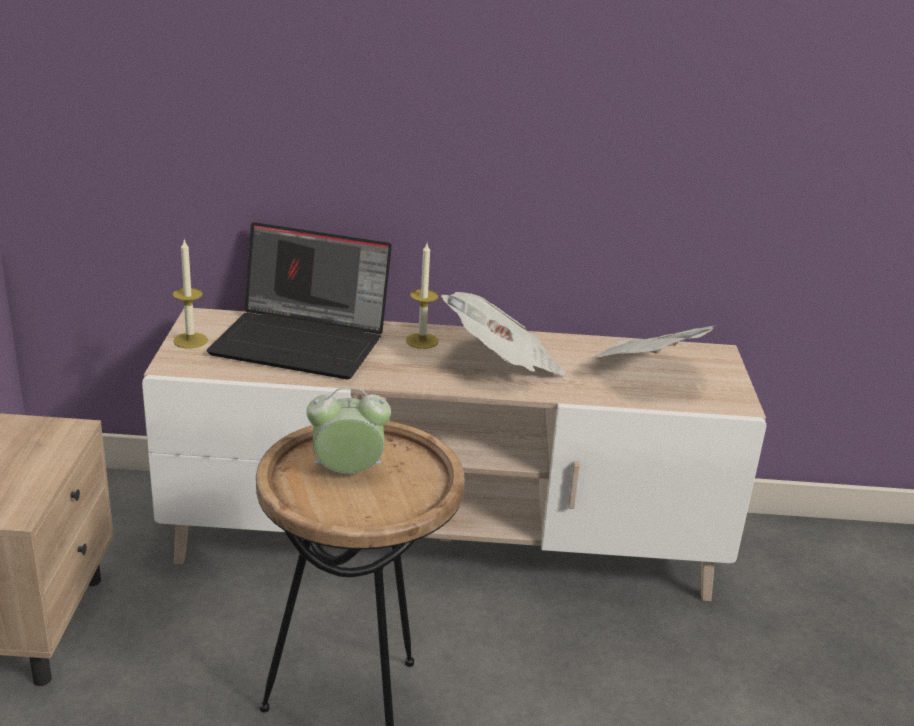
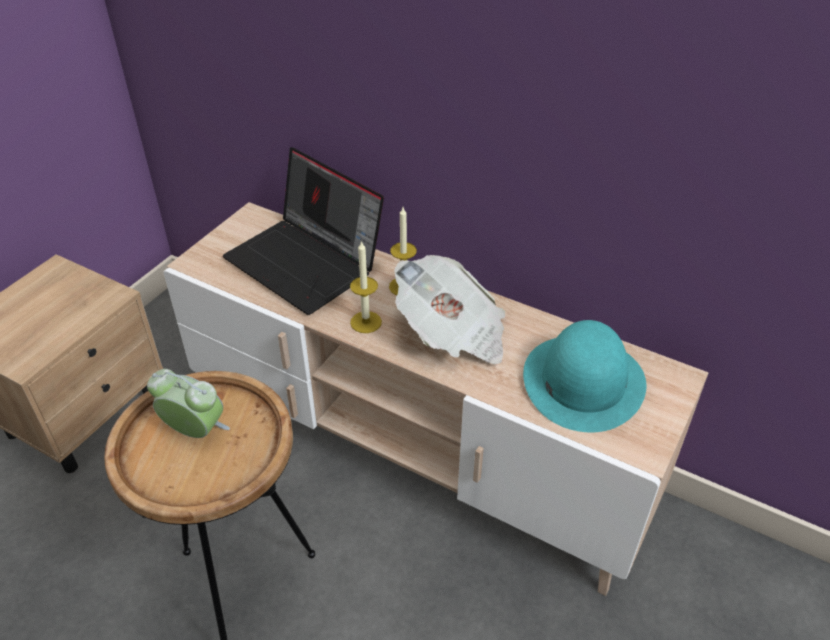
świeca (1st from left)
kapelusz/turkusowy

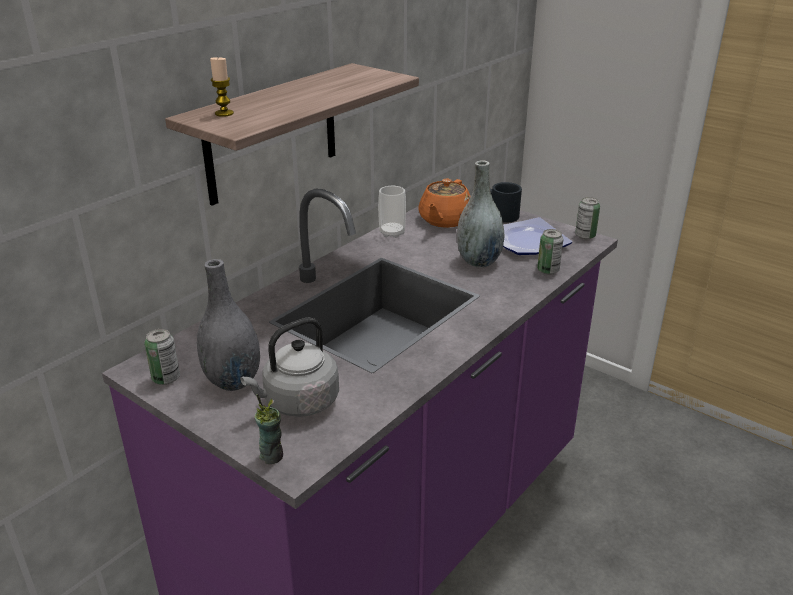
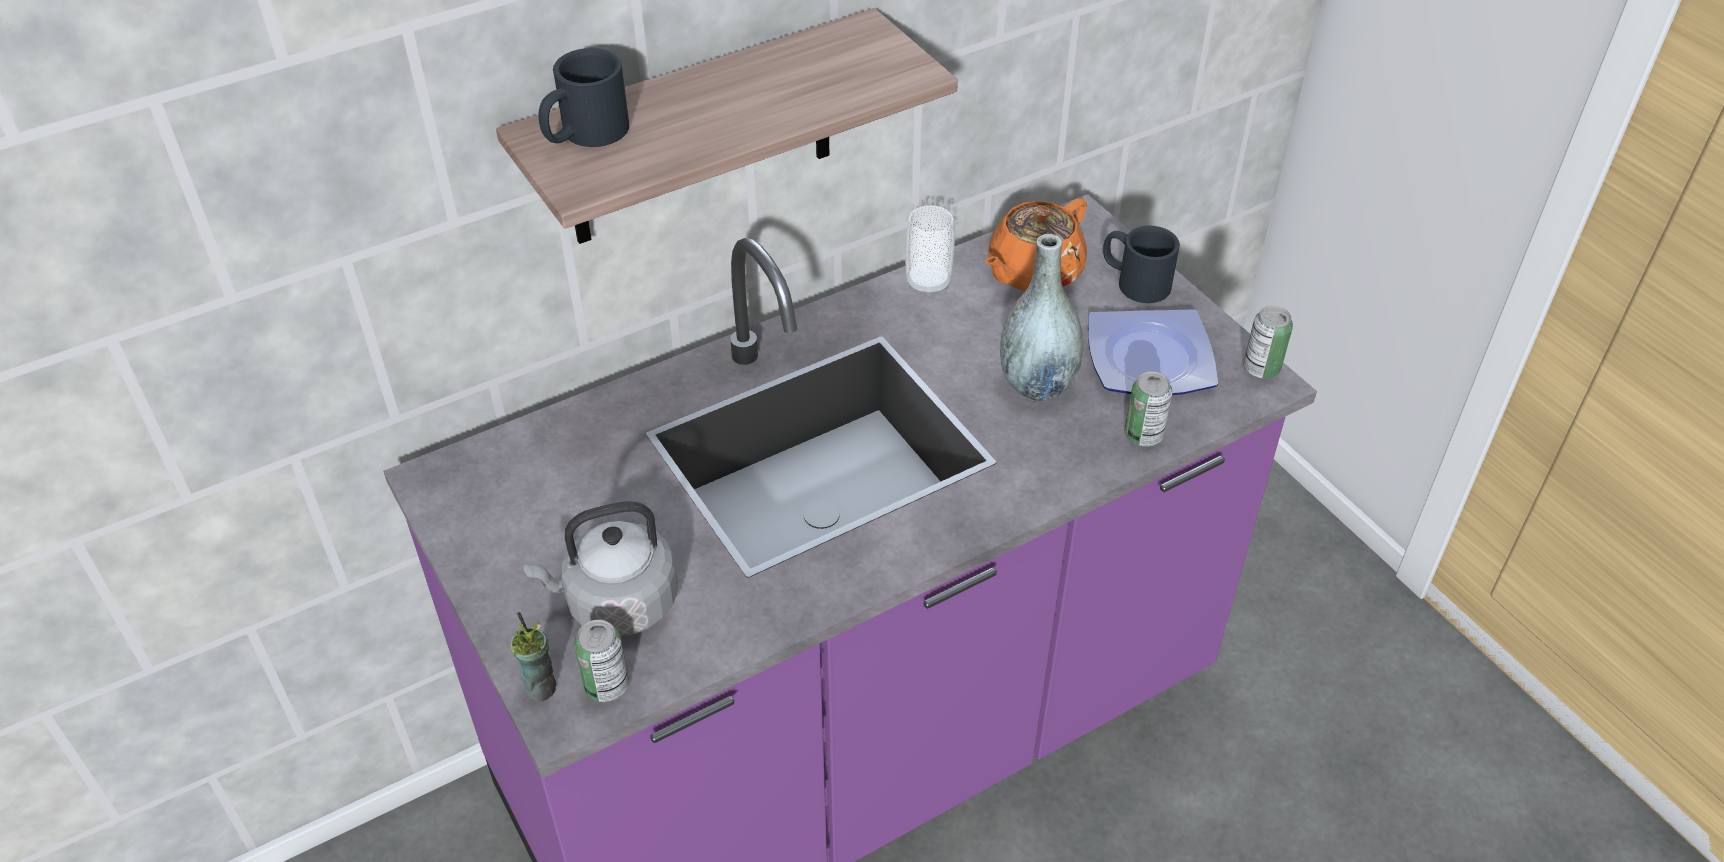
puszka (1st from left)
wazon/szary (1st from left in the first image)
kubek/czarny (1st from left)

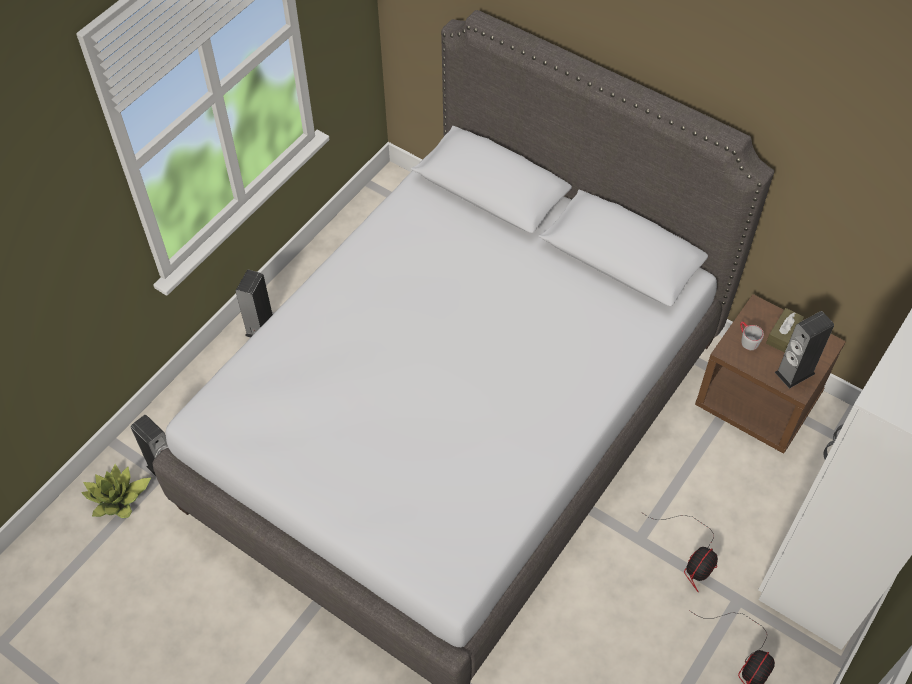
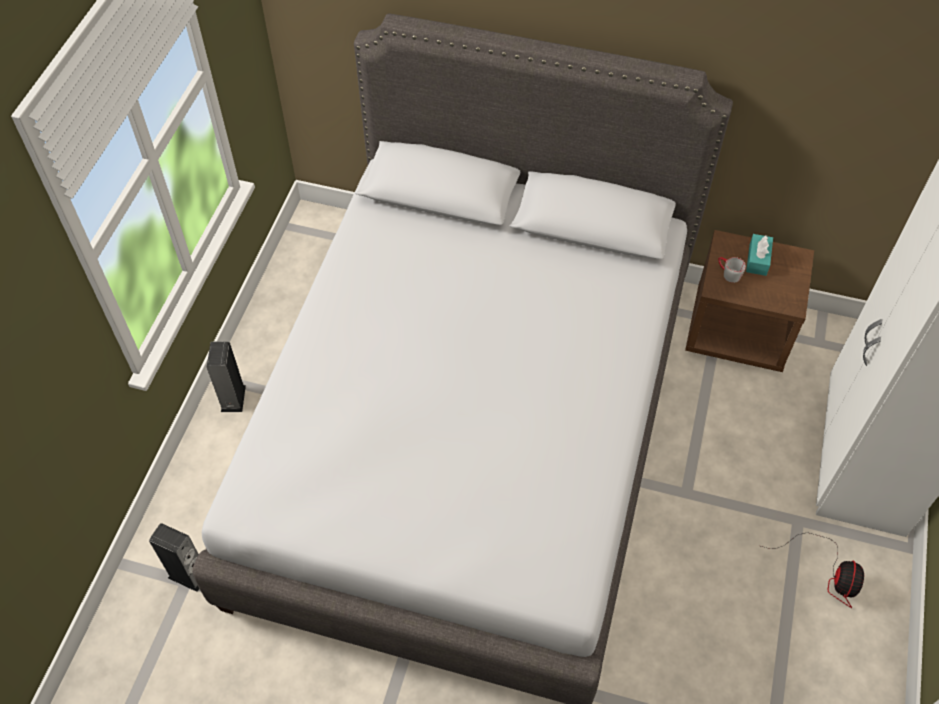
roślina doniczkowa
wentylator (1st from left in the first image)
pudełko chusteczek/turkusowy
głośnik (3rd from left in the first image)

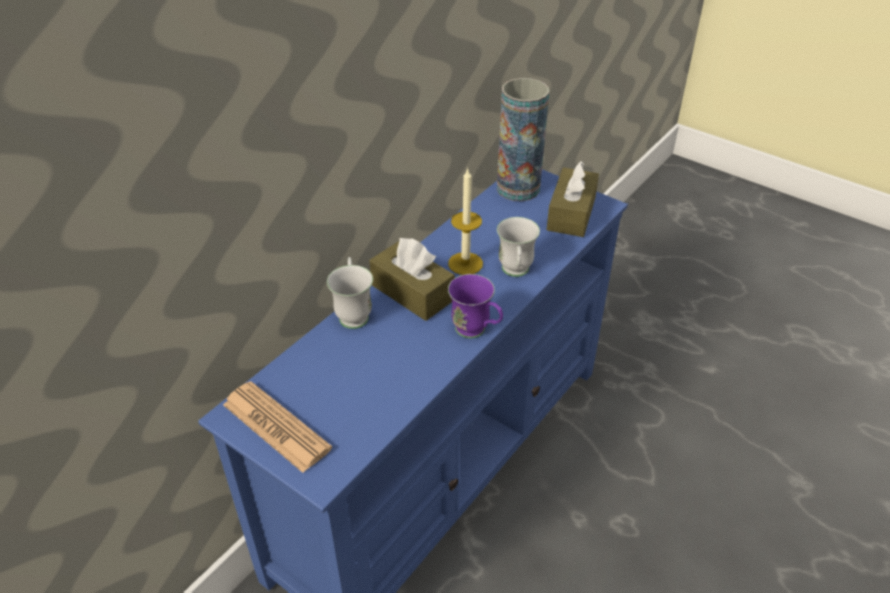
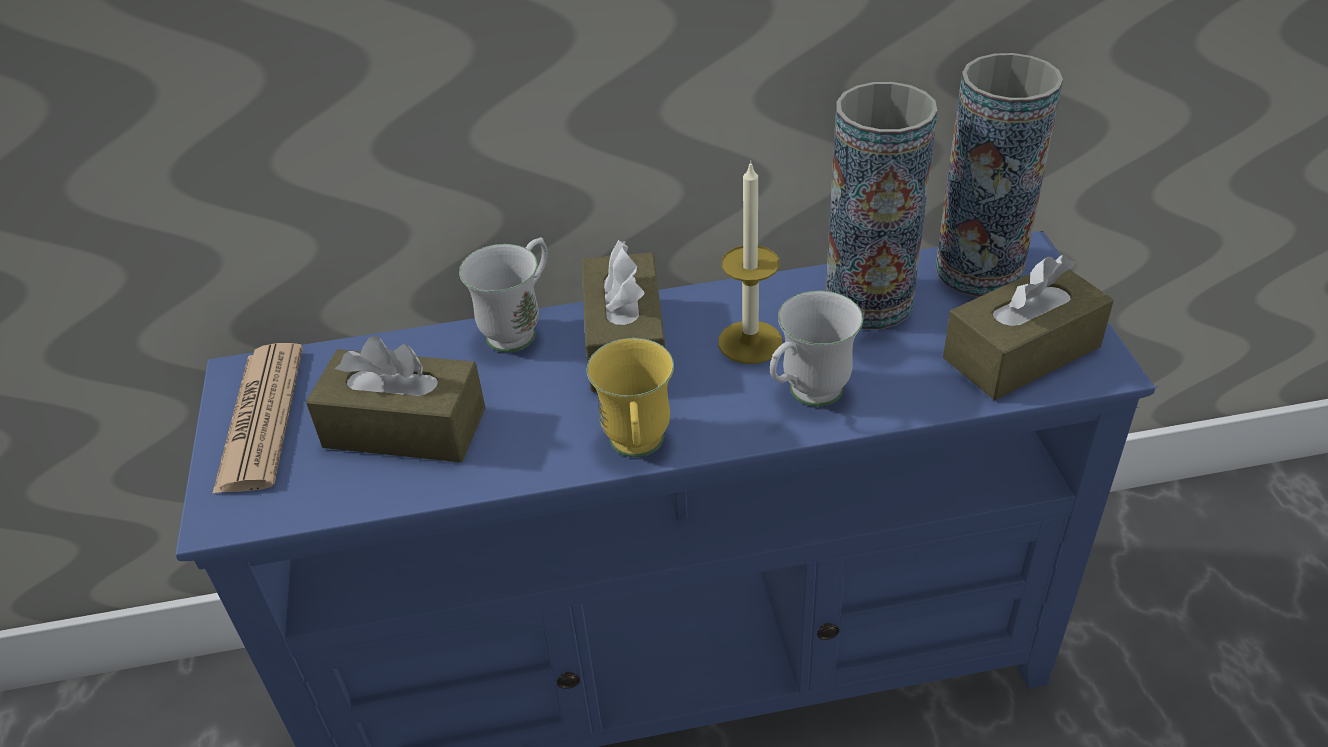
kubek/żółty
pudełko chusteczek/brązowy (1st from left)
wazon (1st from left)

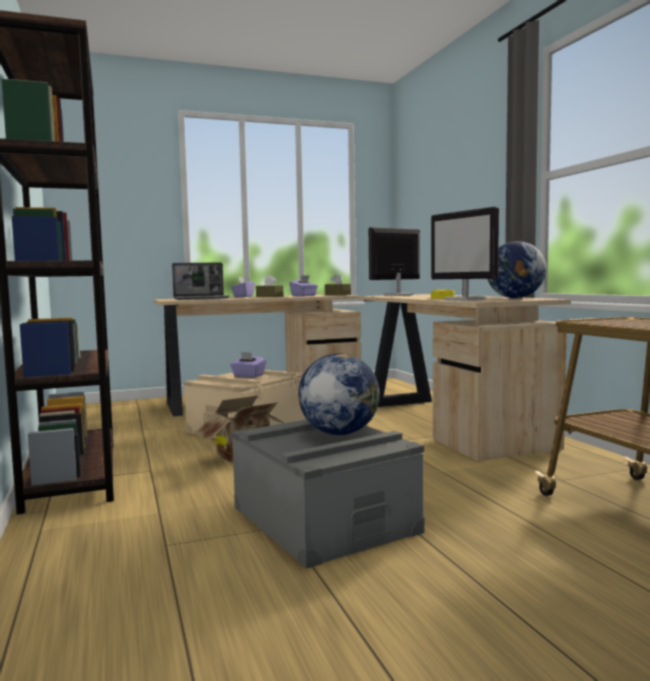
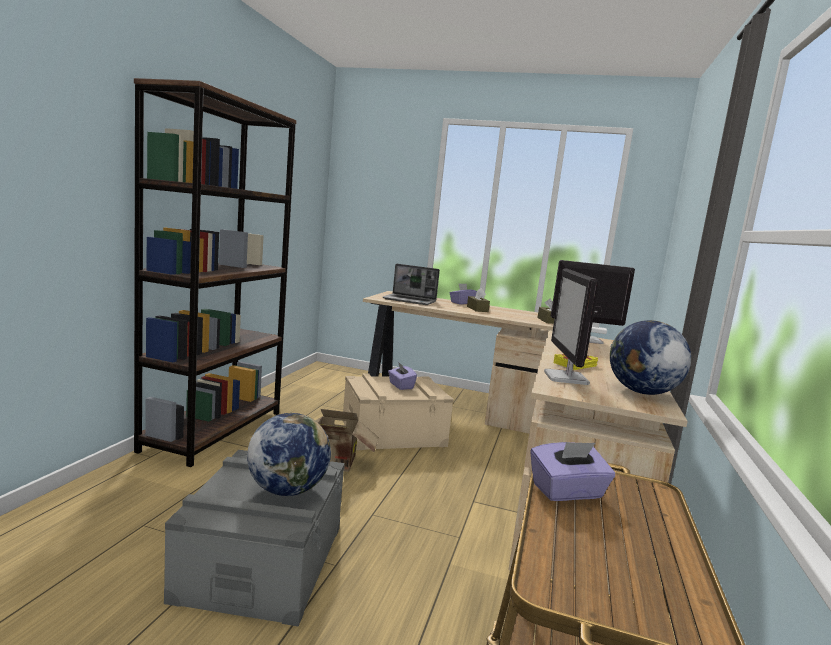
pudełko chusteczek/fioletowy (3rd from left)

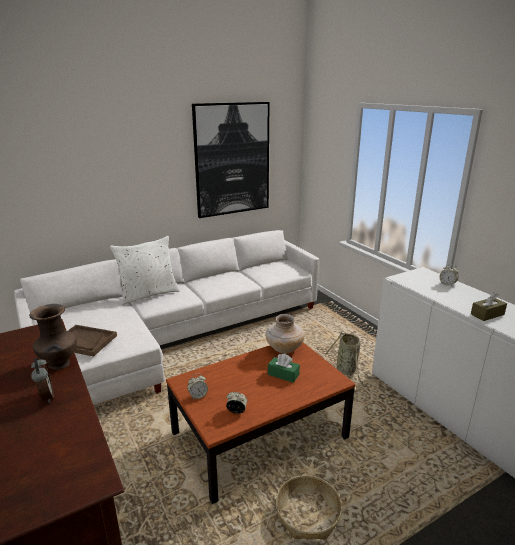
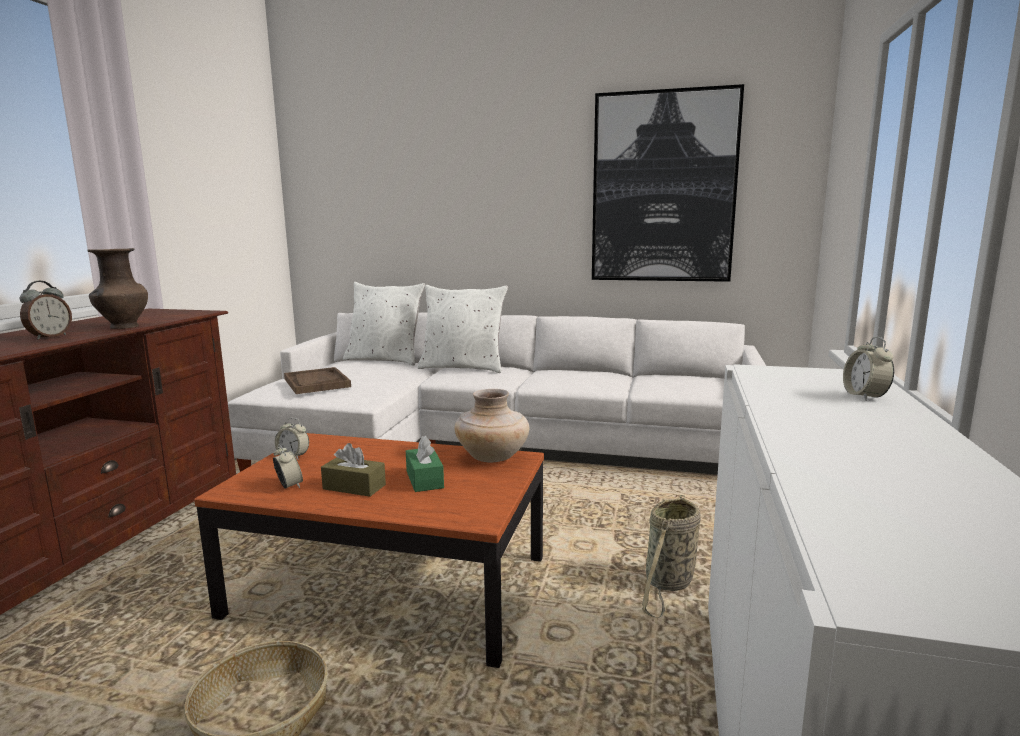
pudełko chusteczek/brązowy
poduszka/biały (1st from left)

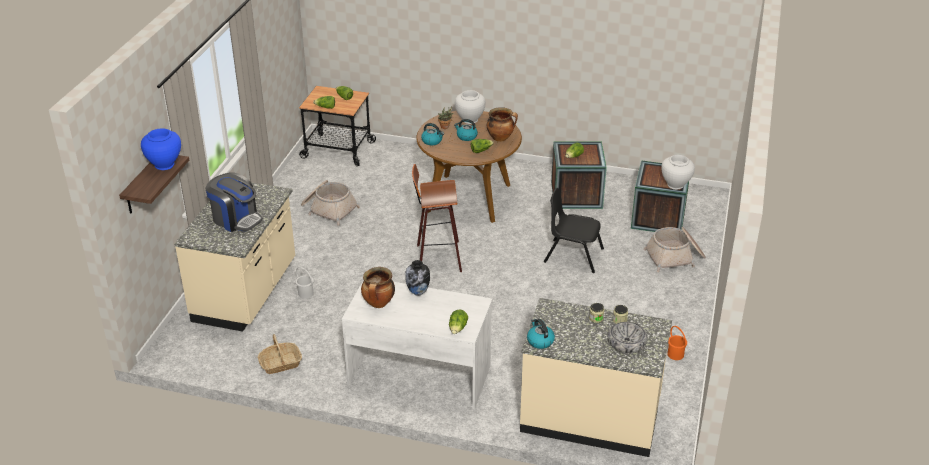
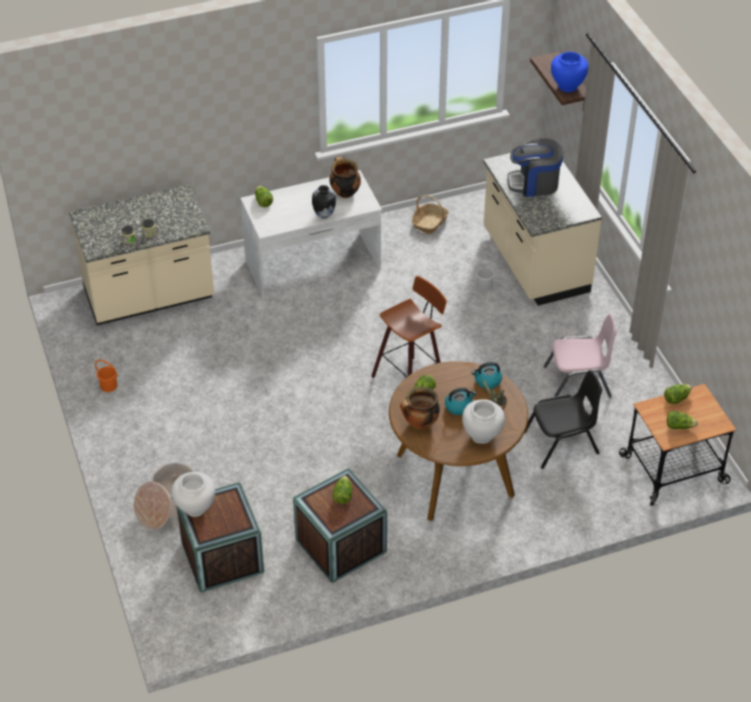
krzesło/różowy
czajnik (3rd from left in the first image)
krzesło/czarny
miska

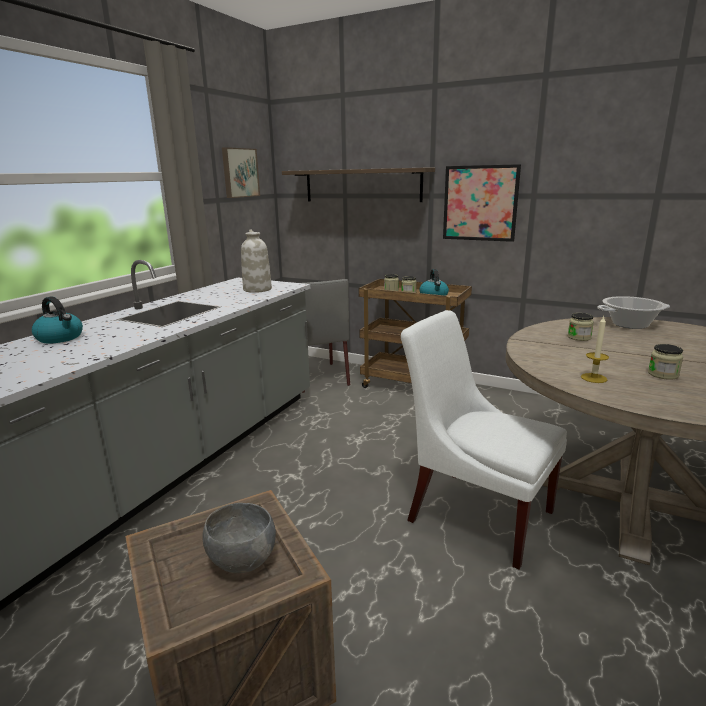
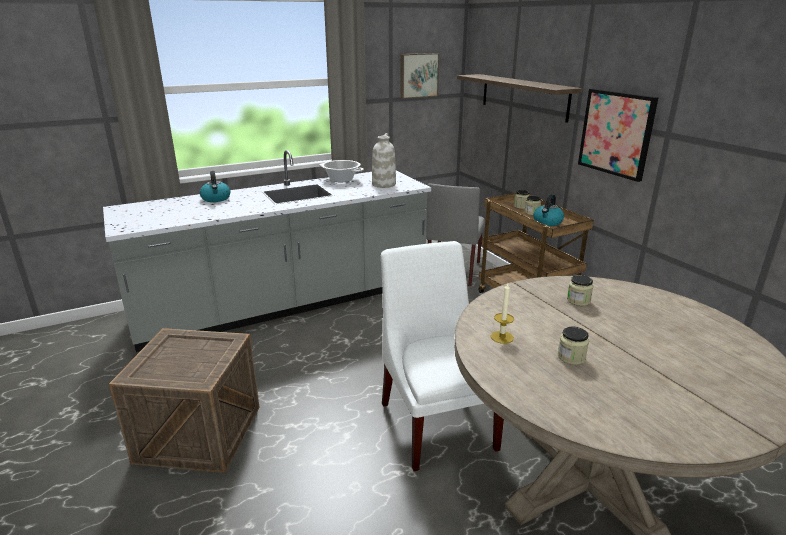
miska/szary
garnek

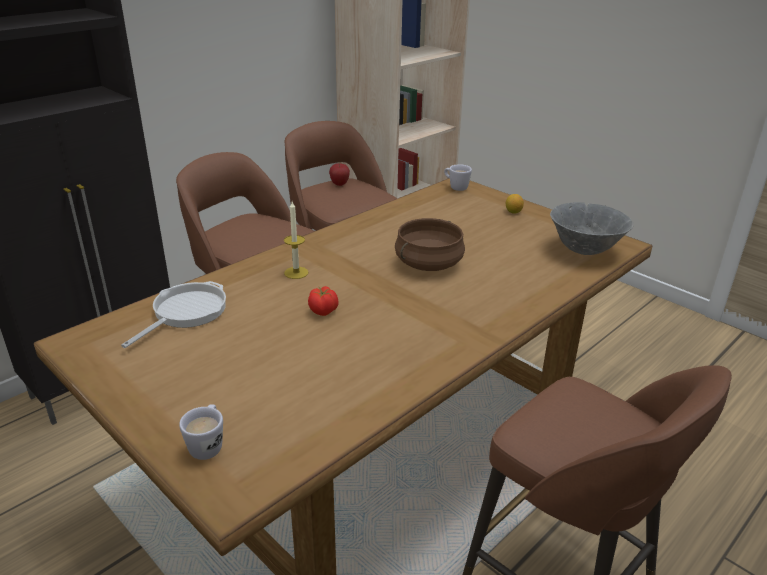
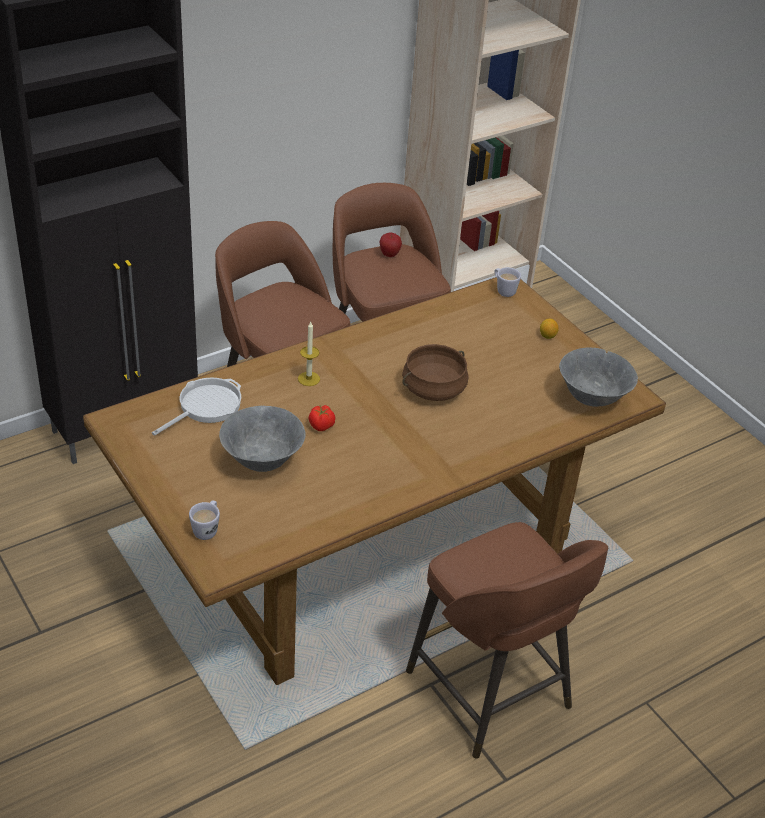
miska/szary (1st from left)

